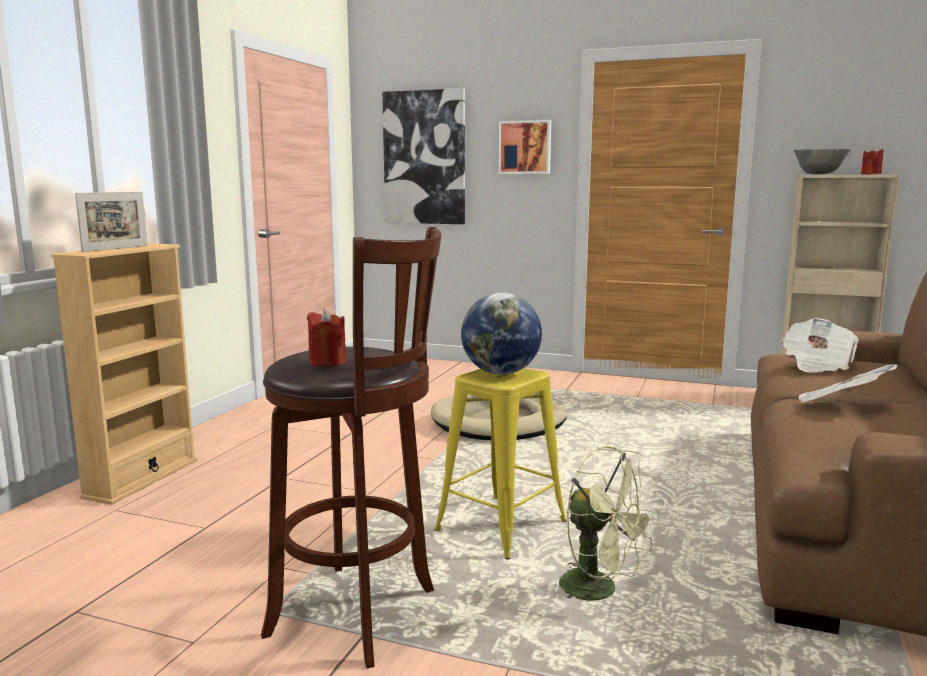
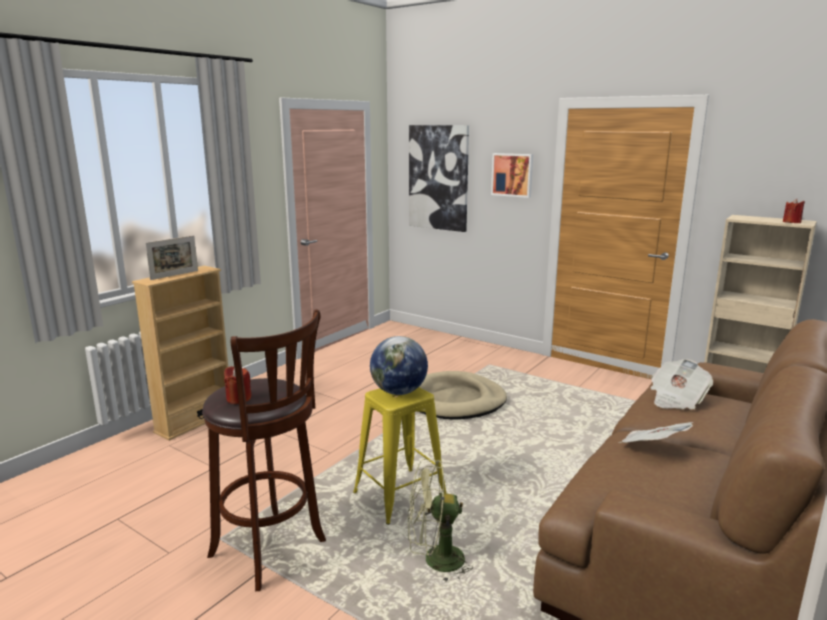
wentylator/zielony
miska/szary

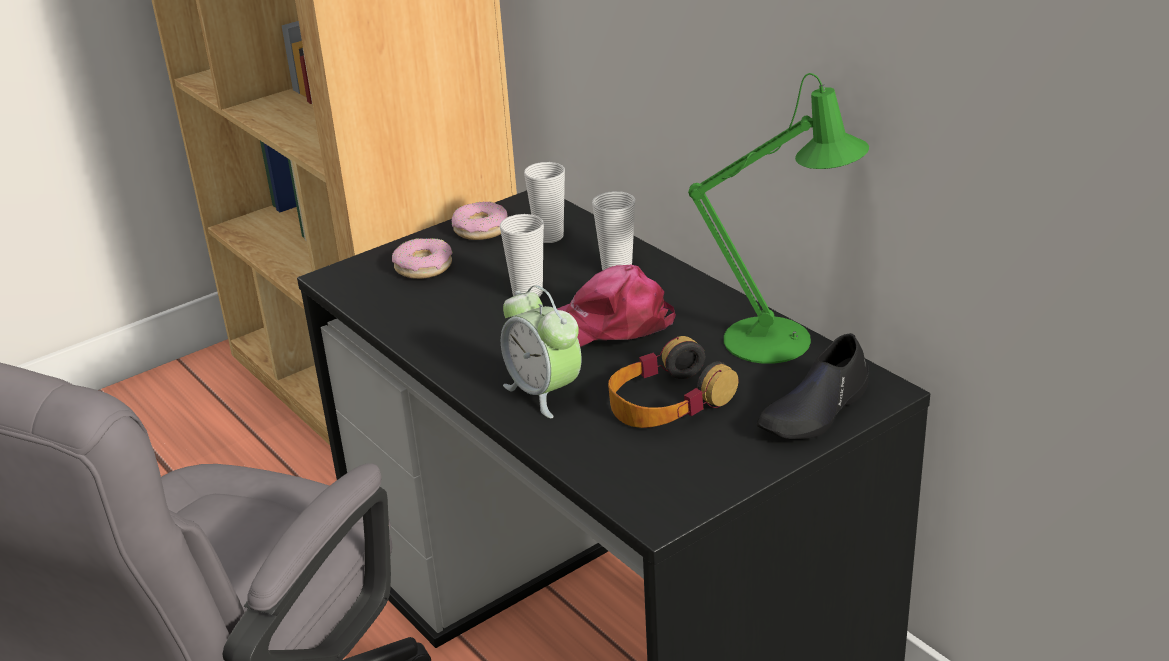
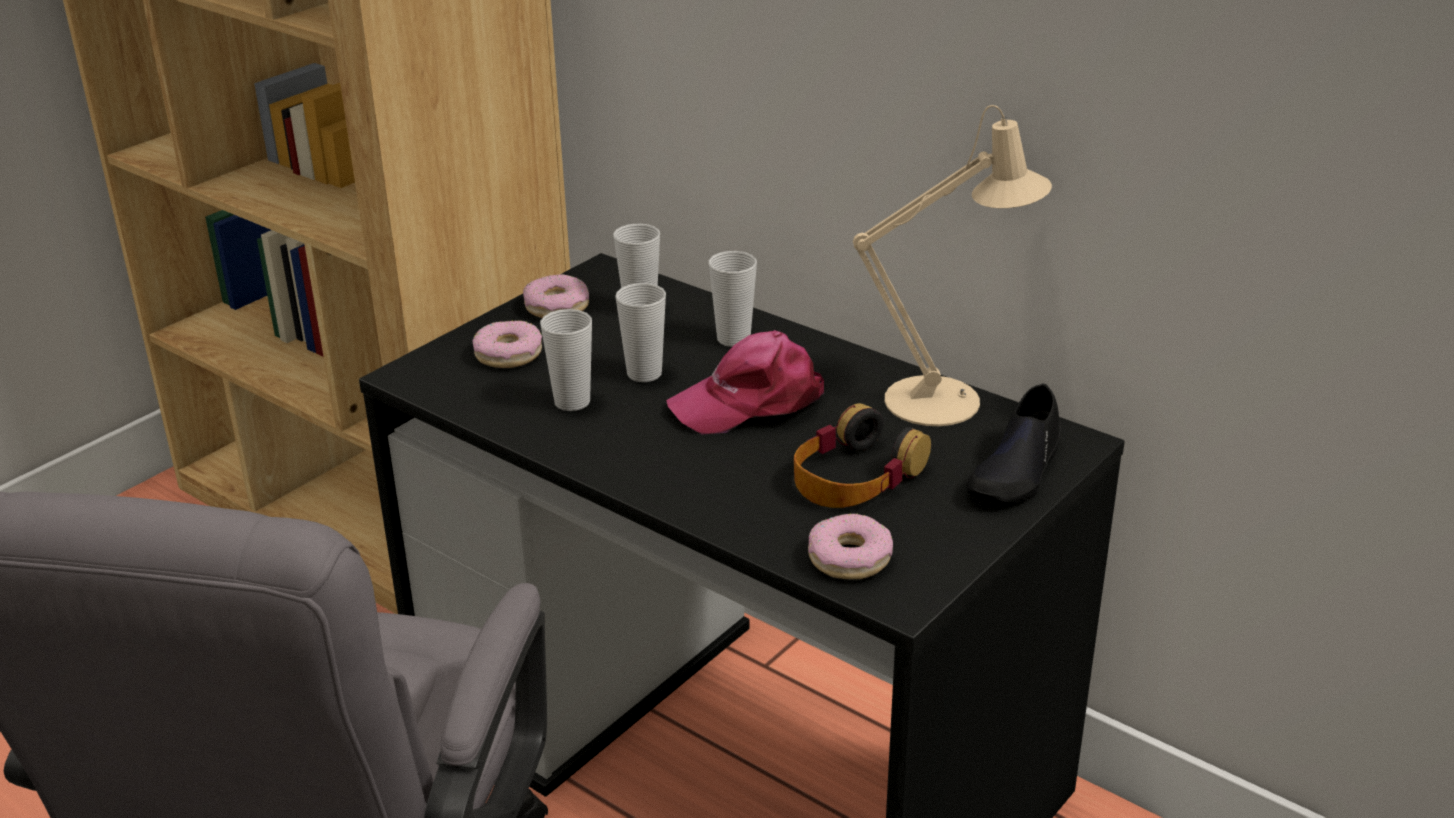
budzik
lampa stołowa/beżowy
filiżanka (1st from left)
donut (3rd from left)

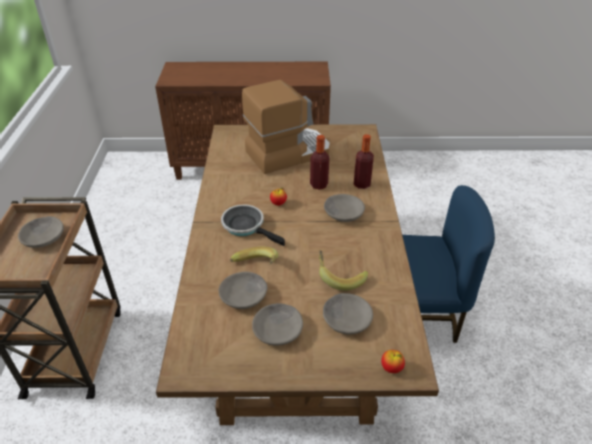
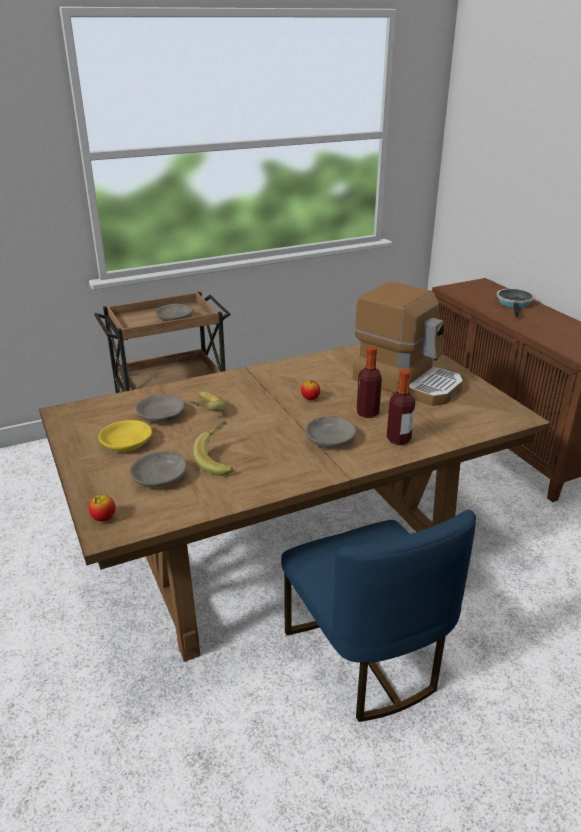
patelnia
miska/żółty

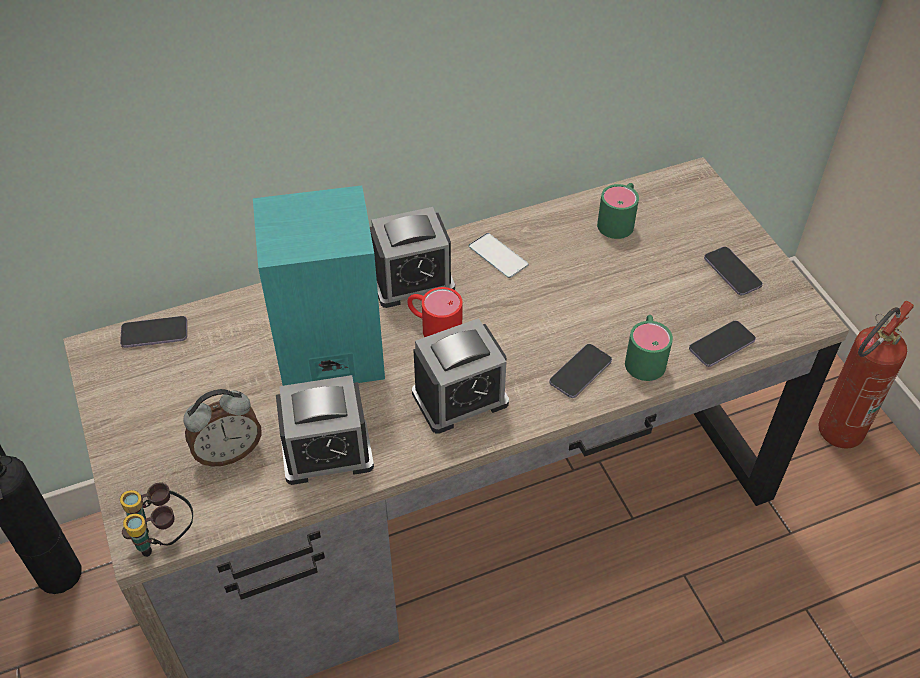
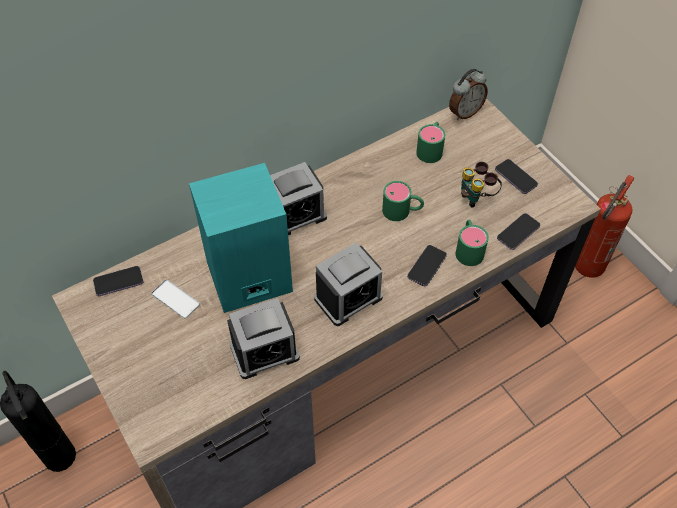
lornetka
budzik (4th from left)
kubek/czerwony
telefon (2nd from left)
kubek/zielony (1st from left)

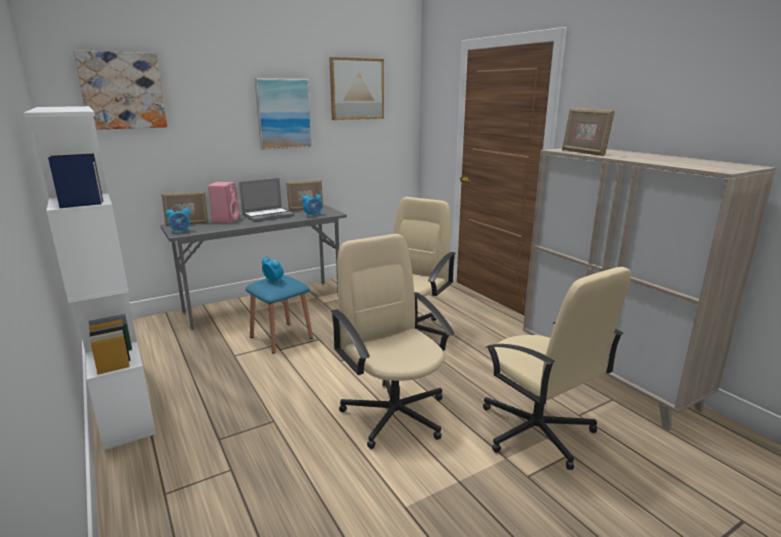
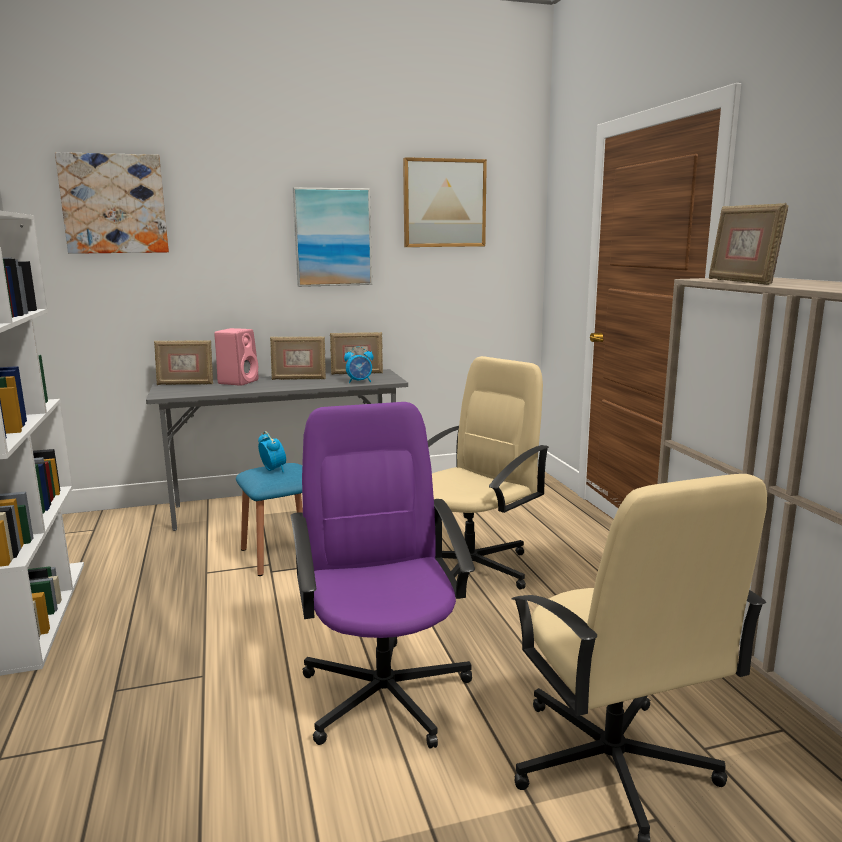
budzik (1st from left in the first image)
ramka na zdjęcie (2nd from left)
krzesło biurowe/fioletowy

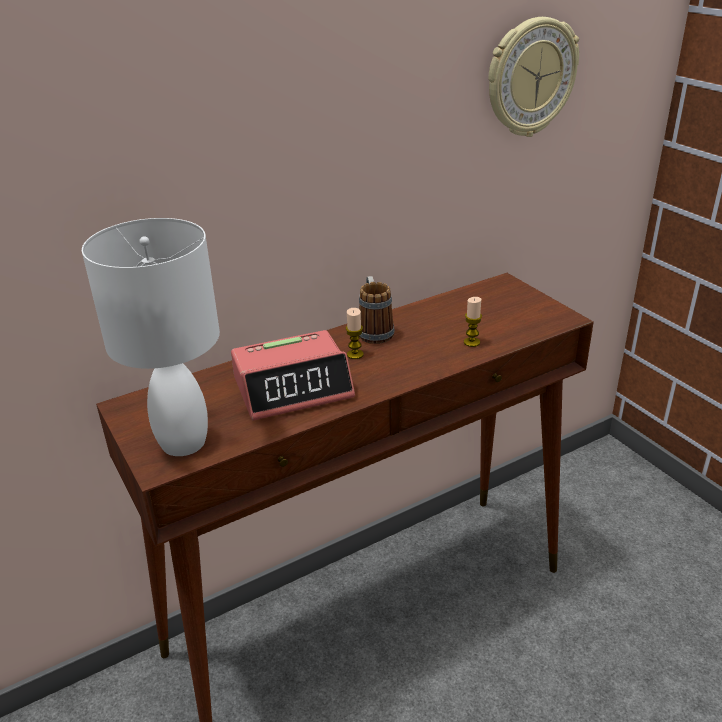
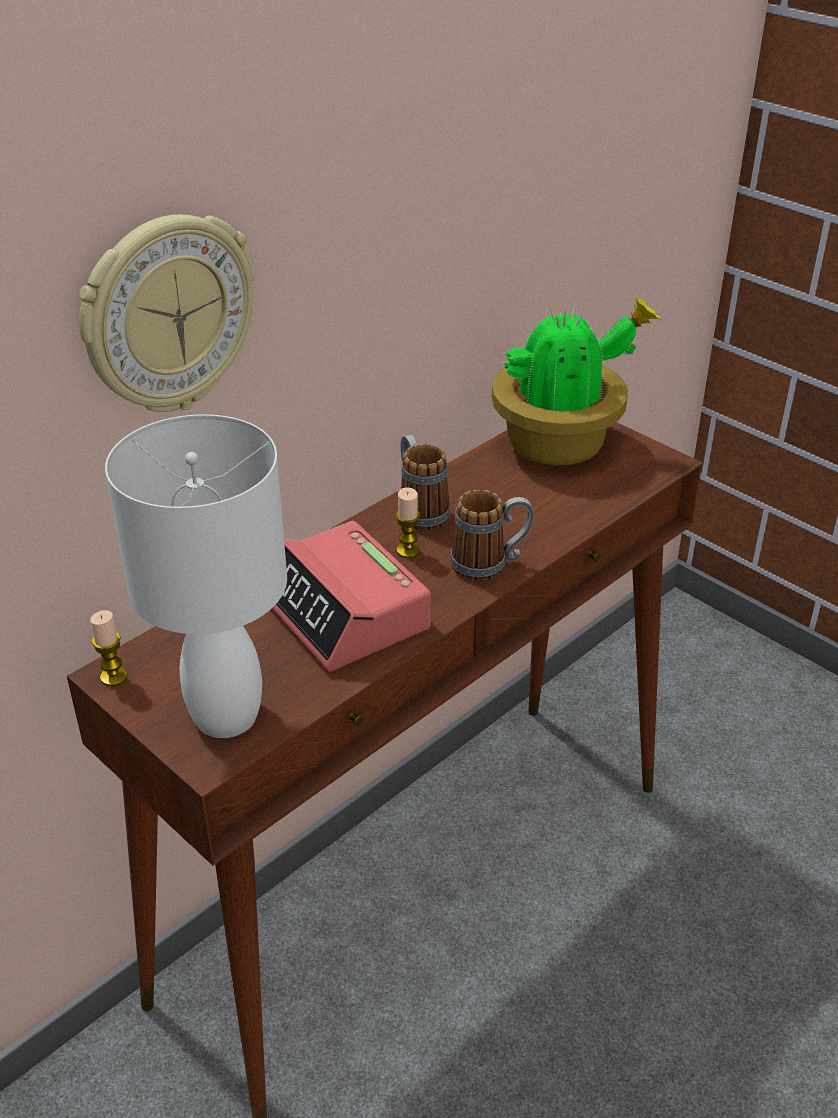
budzik
świeca (1st from left)
zegar ścienny
kubek (2nd from left)
roślina doniczkowa

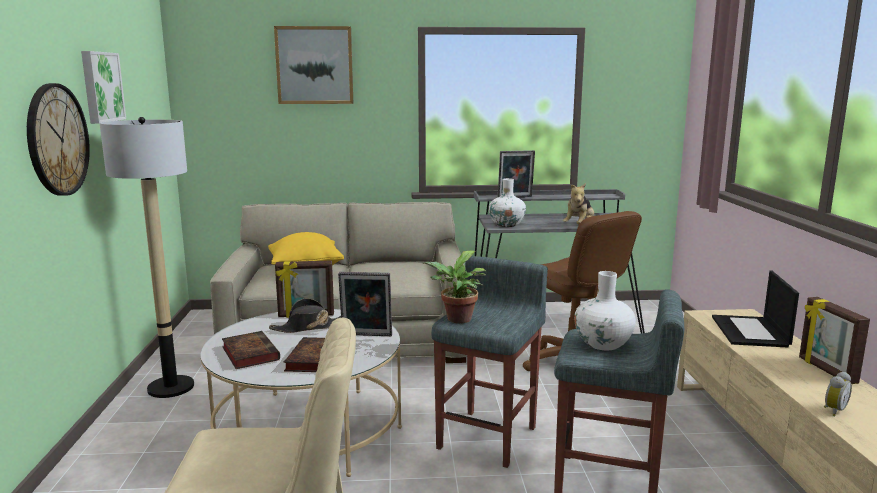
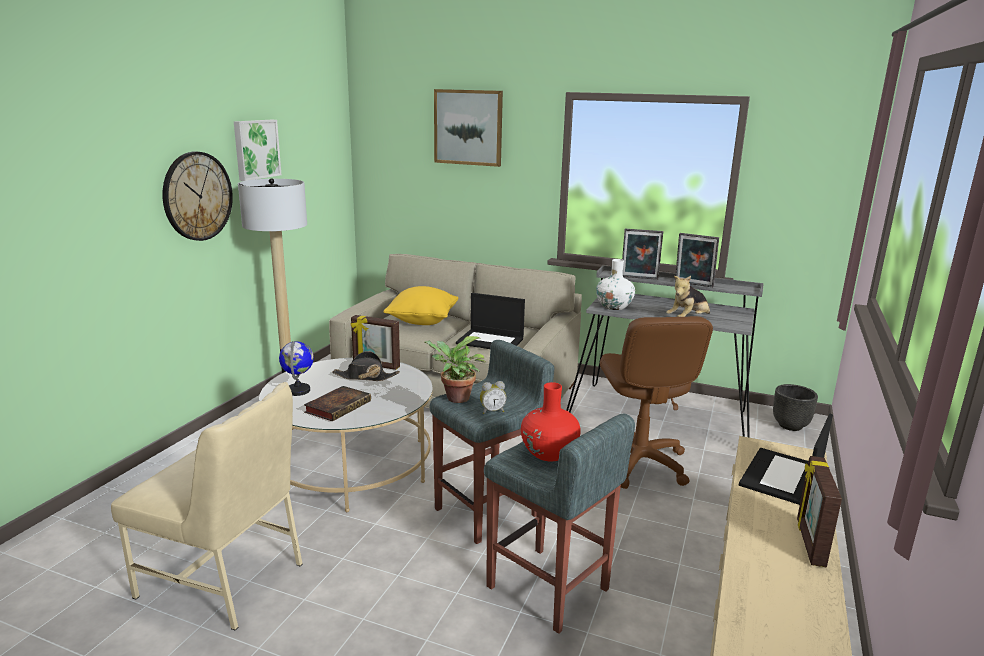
globus
ramka na zdjęcie (3rd from left)
wazon/czerwony
budzik
laptop (1st from left)
donica/czarny

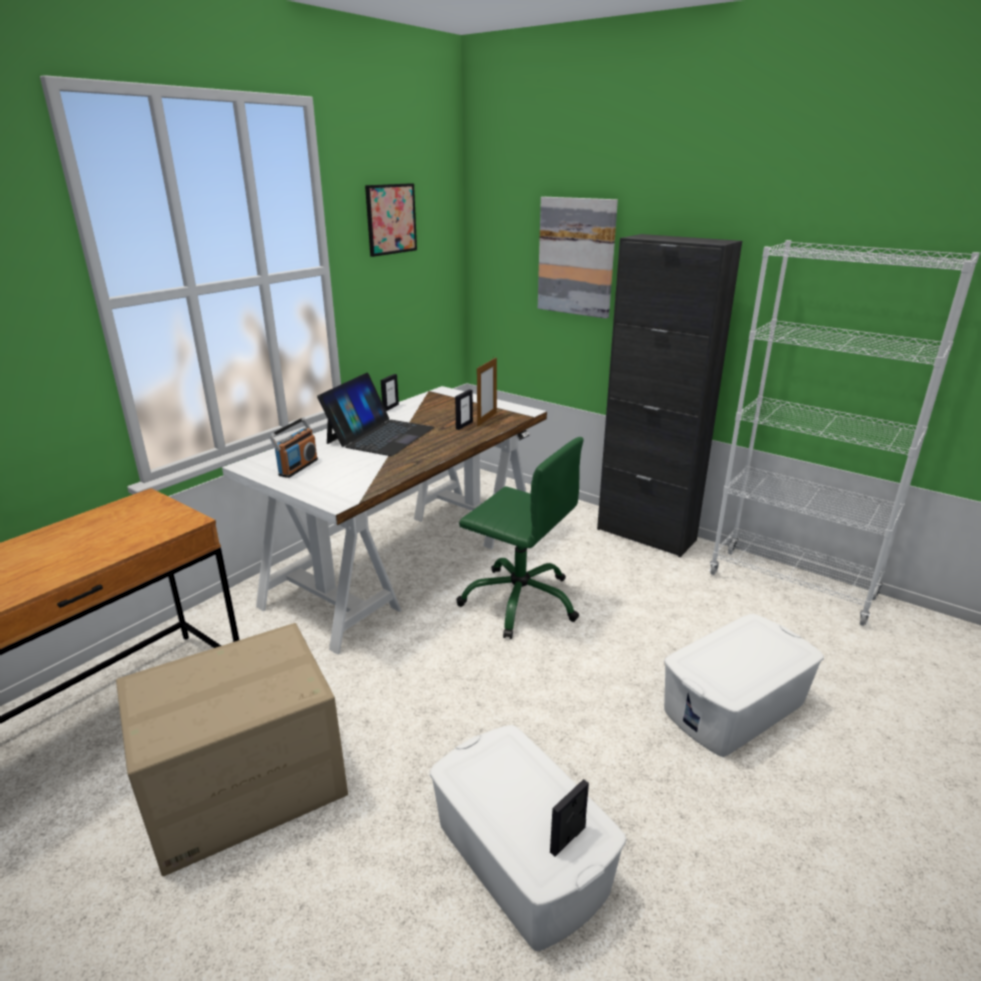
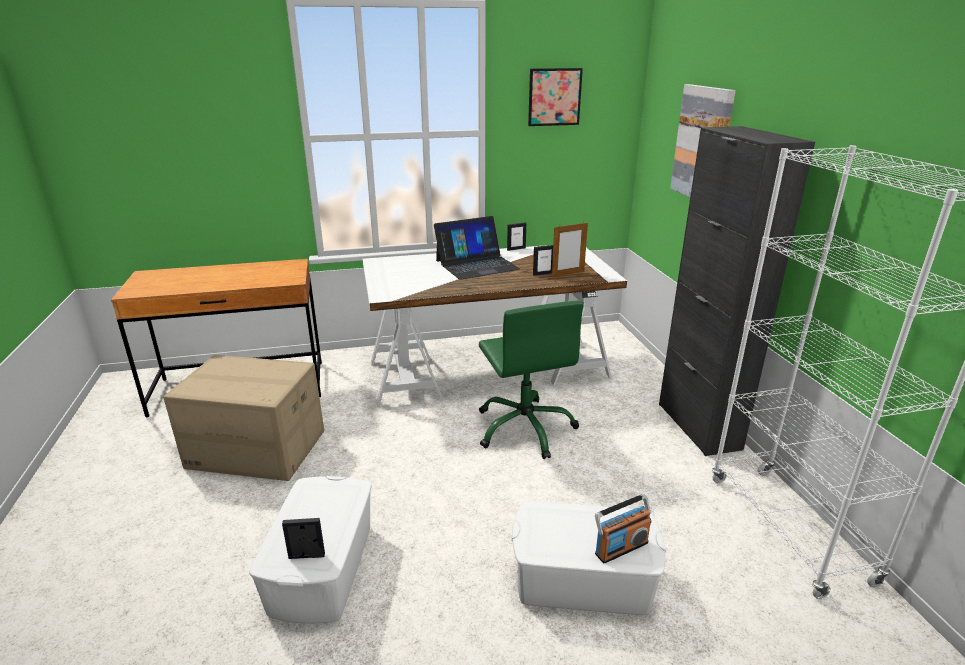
radio

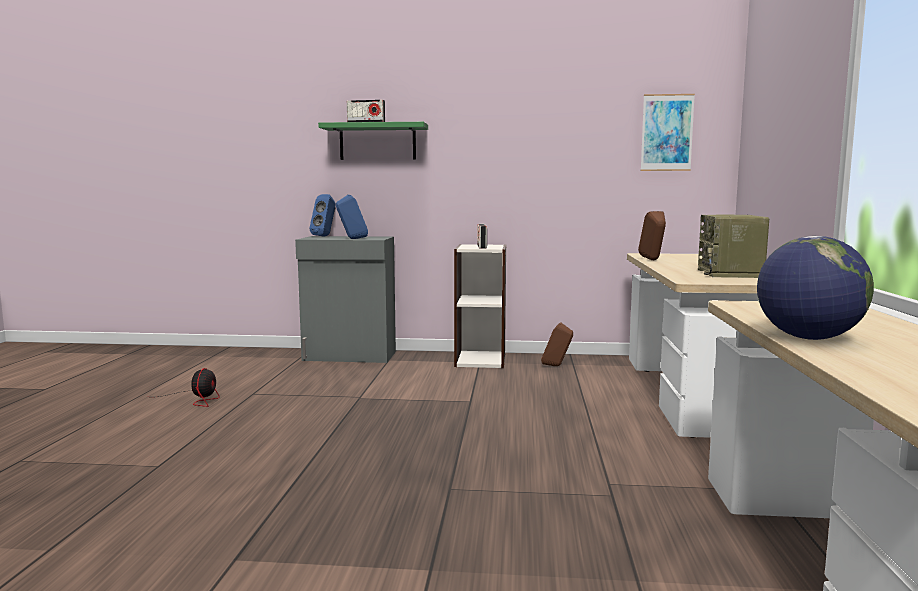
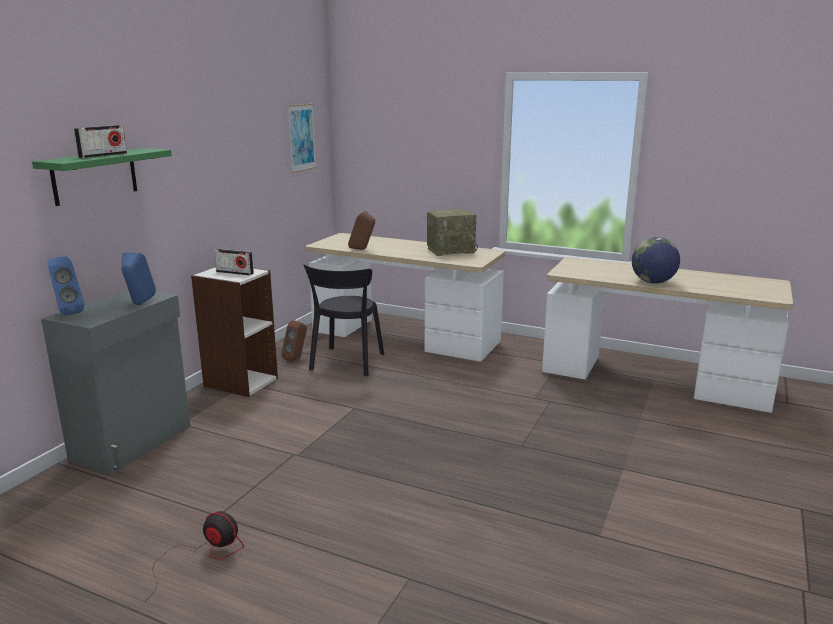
radio (3rd from left)
krzesło/czarny

